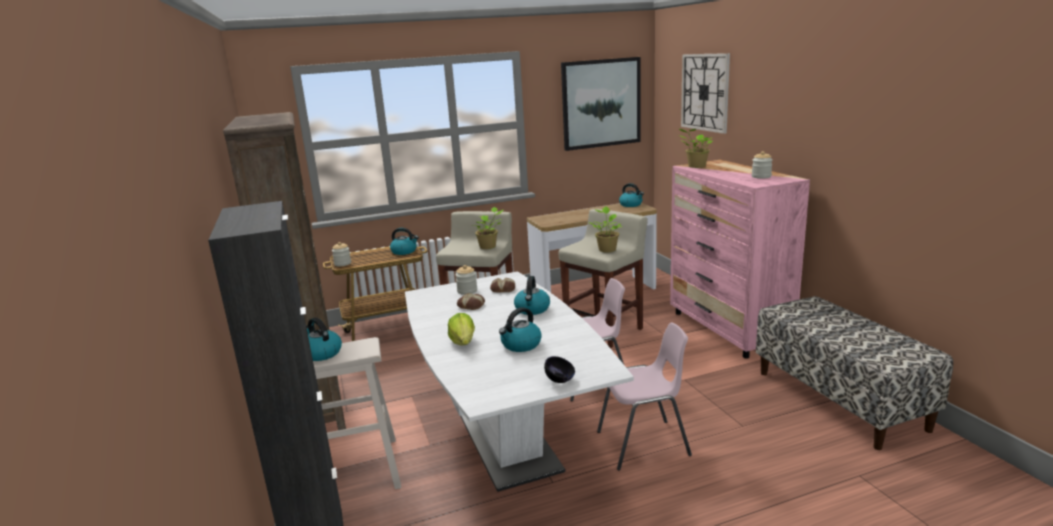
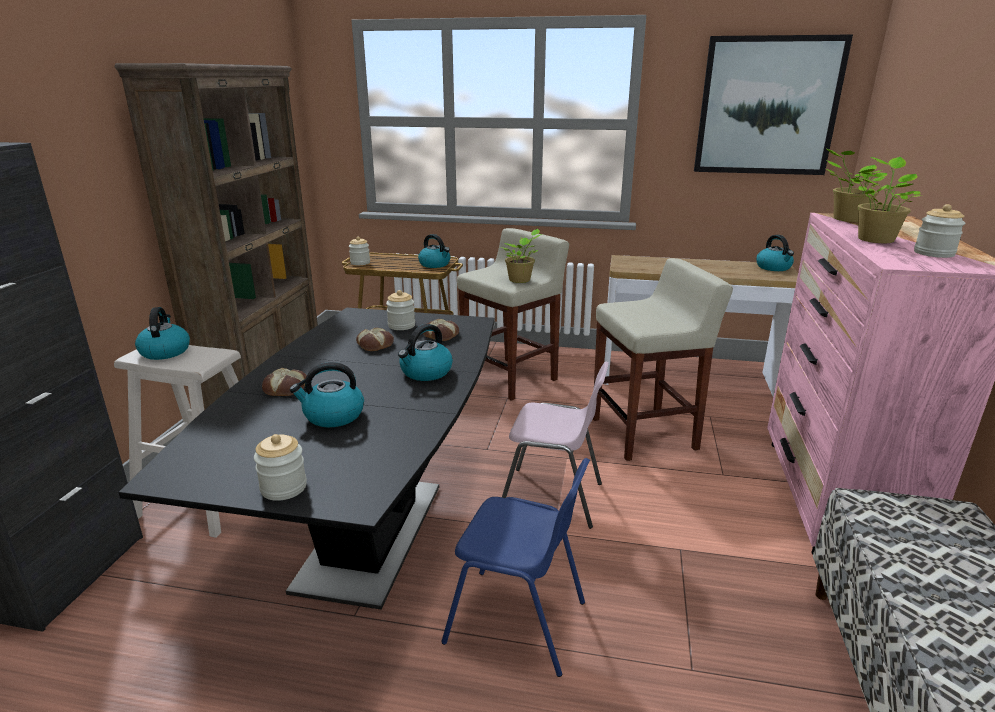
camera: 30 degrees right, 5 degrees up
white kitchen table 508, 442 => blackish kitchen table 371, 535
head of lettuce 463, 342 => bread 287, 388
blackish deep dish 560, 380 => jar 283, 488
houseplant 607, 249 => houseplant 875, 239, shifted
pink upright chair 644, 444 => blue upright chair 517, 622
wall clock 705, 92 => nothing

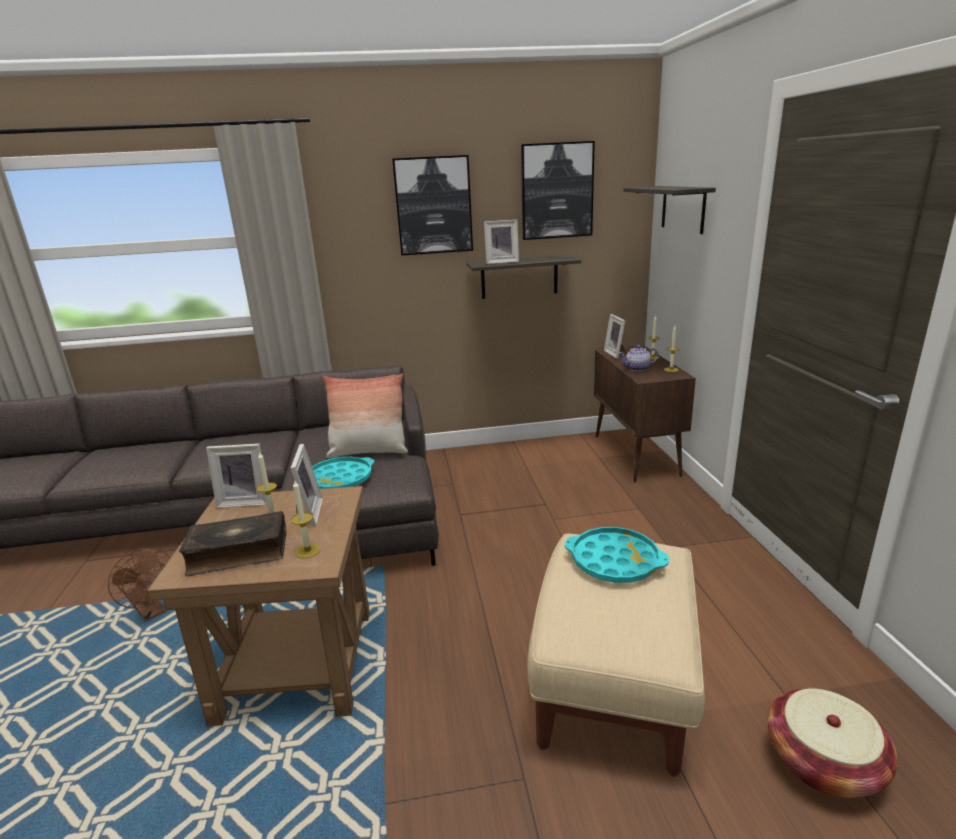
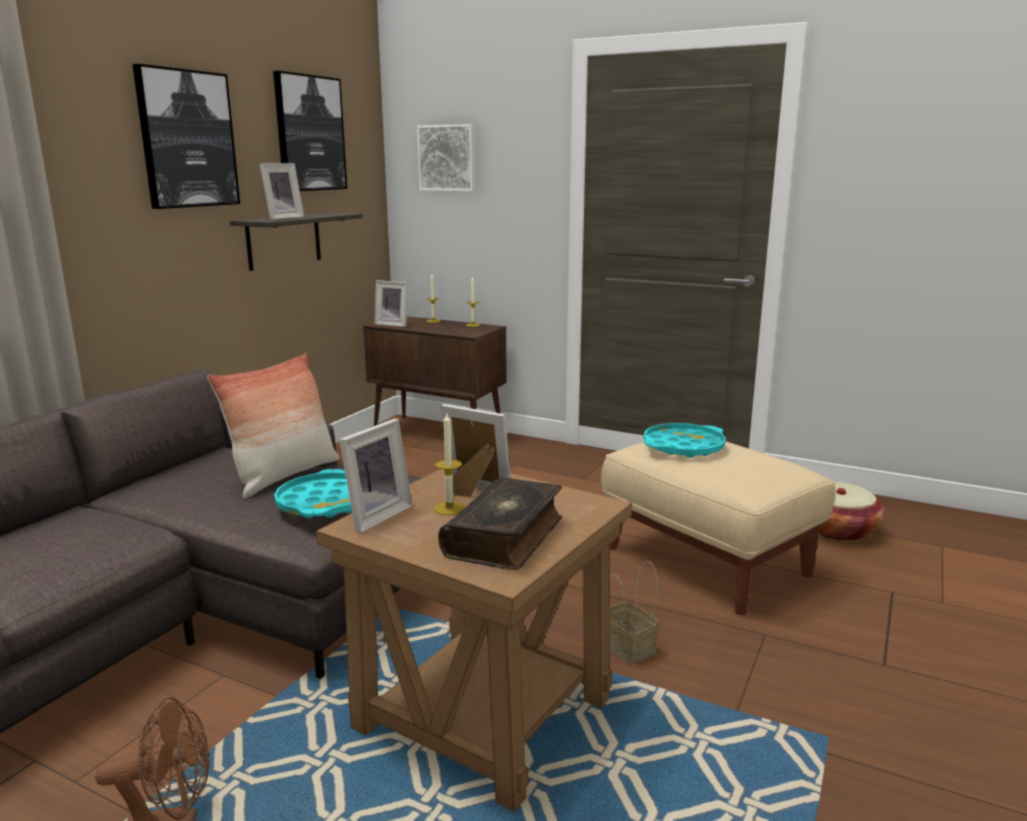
camera: 55 degrees left, 5 degrees down
wax light 308, 551 => nothing
teapot 637, 369 => nothing
shelf 683, 208 => wall picture 448, 158
nothing => household basket 629, 648

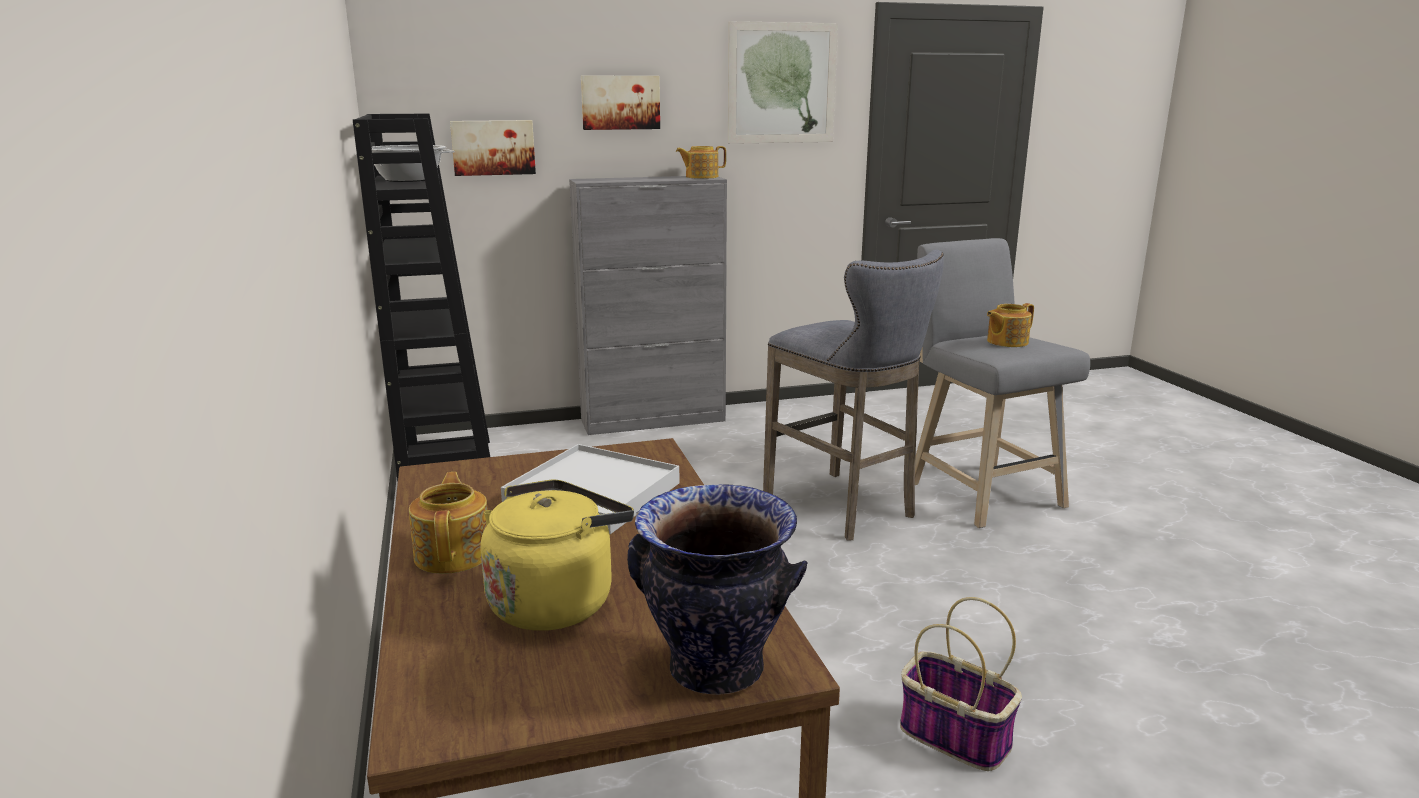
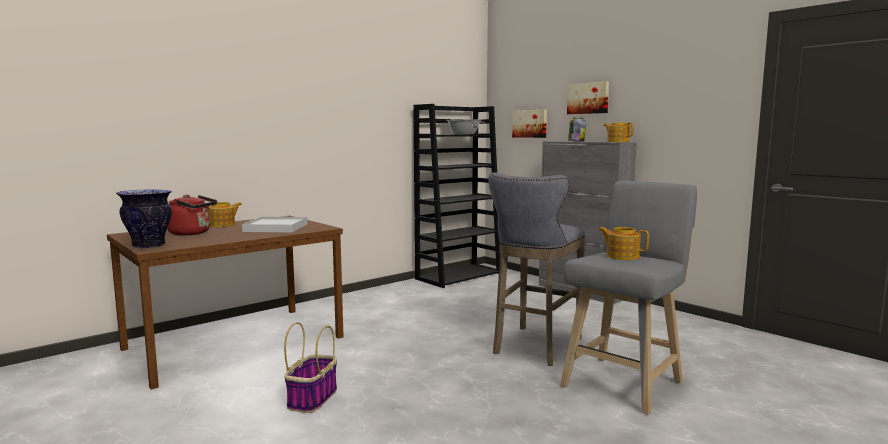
camera: 65 degrees right, 10 degrees down
yellow tea kettle 556, 601 => red tea kettle 192, 233
wall picture 782, 83 => nothing
nothing => jar 576, 141

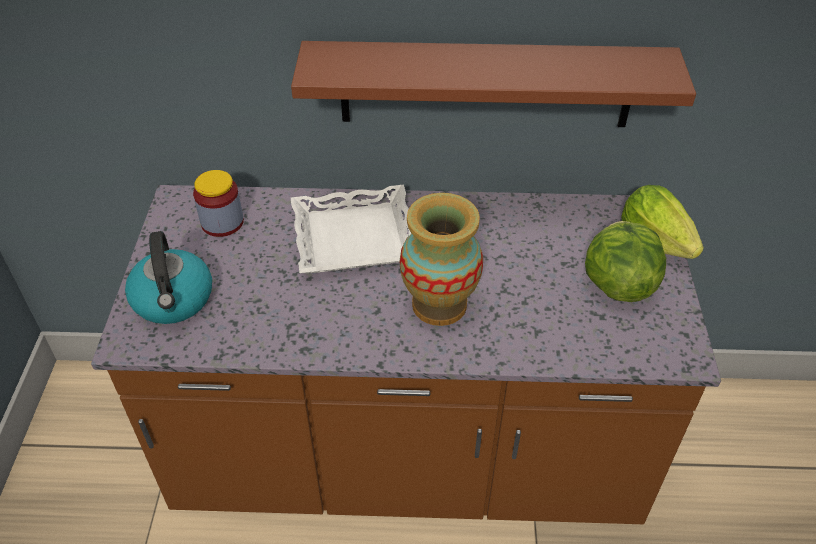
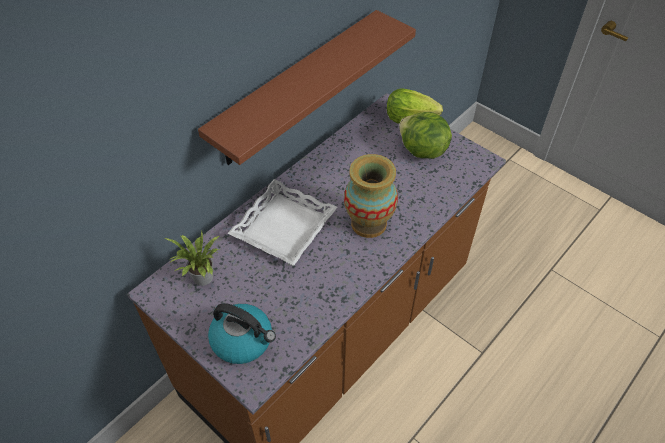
camera: 50 degrees left, 5 degrees up
jar 222, 222 => houseplant 202, 280

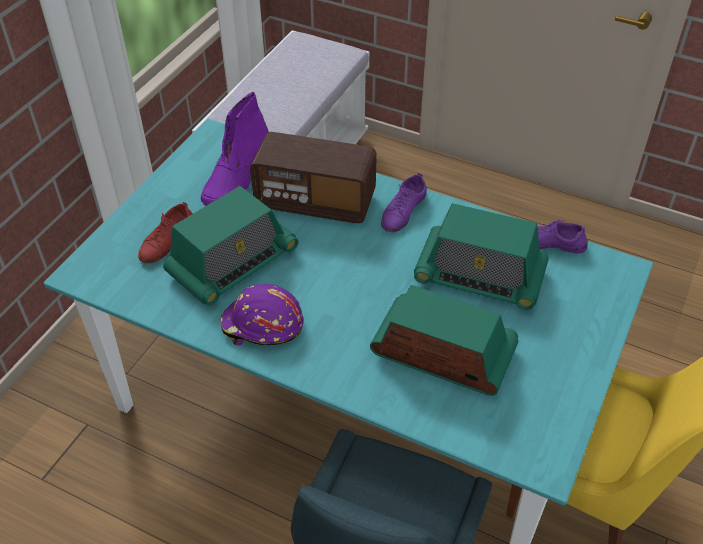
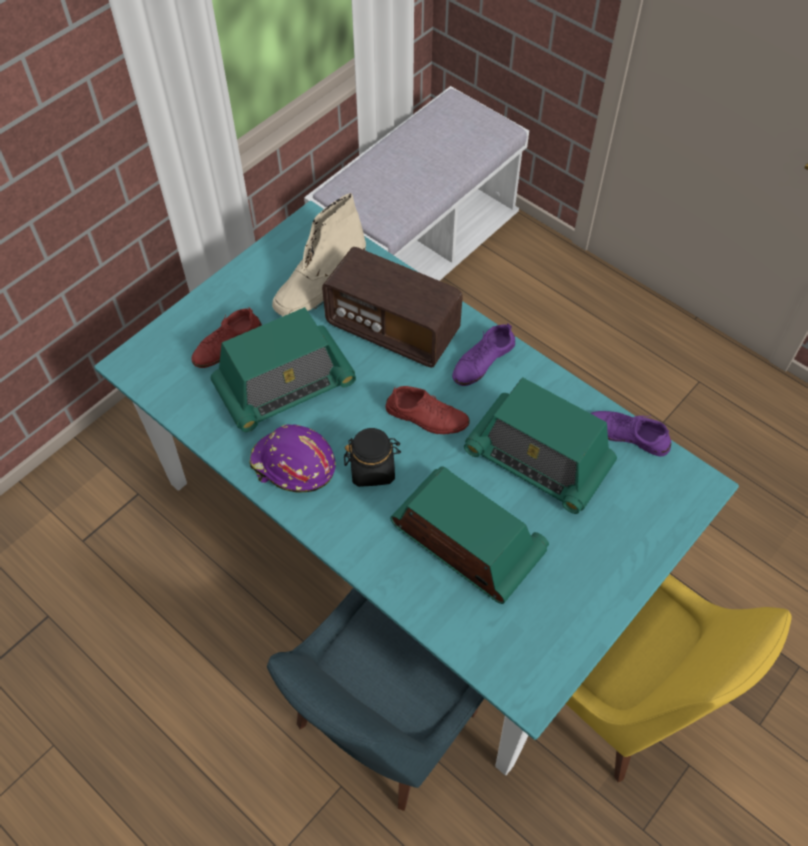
camera: 15 degrees right, 10 degrees up
purple high-top boot 237, 178 => sand-coloured high-top boot 320, 283
nothing => blackish jar 373, 469
nothing => red low shoe 426, 416

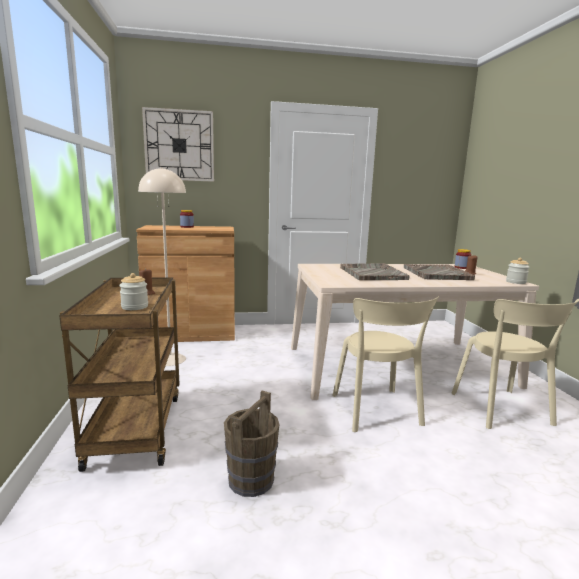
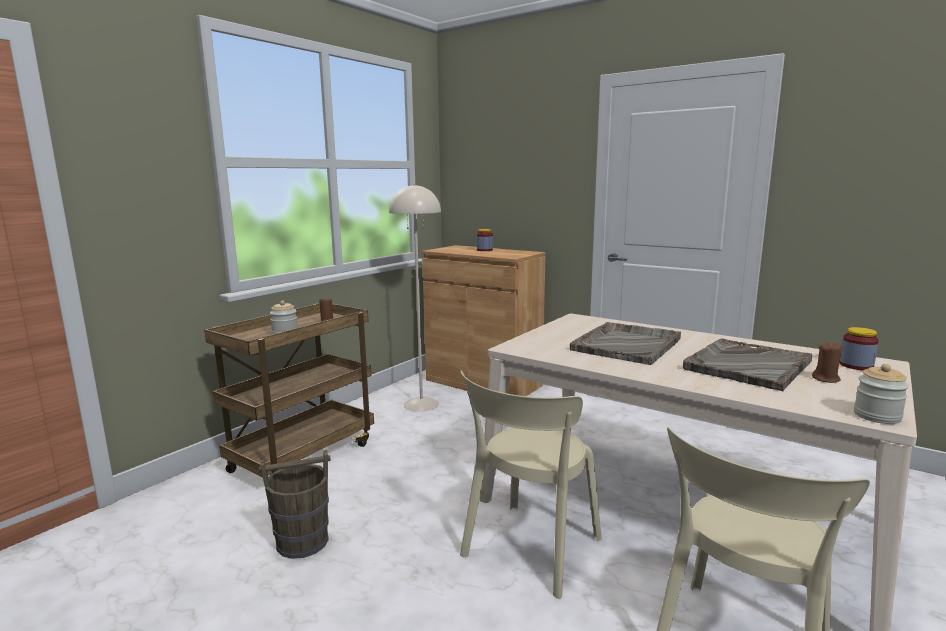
camera: 45 degrees right, 0 degrees up
wall clock 179, 145 => nothing

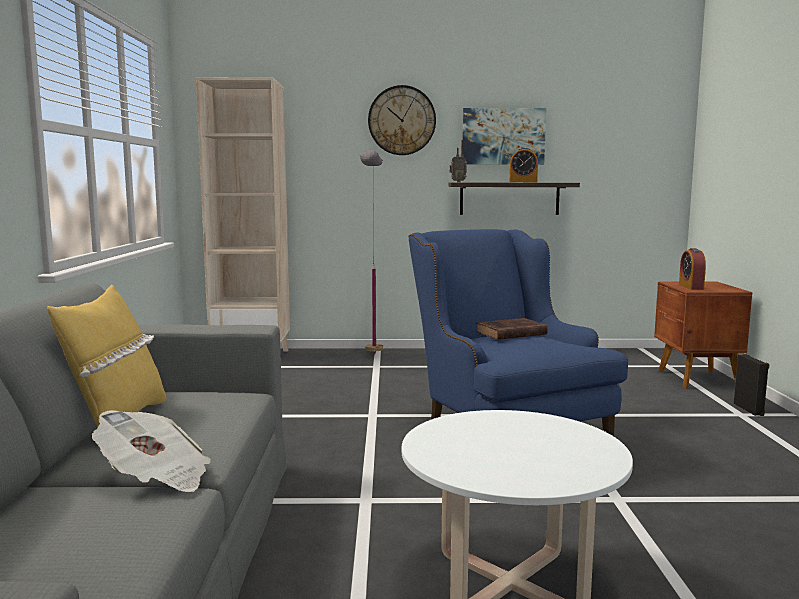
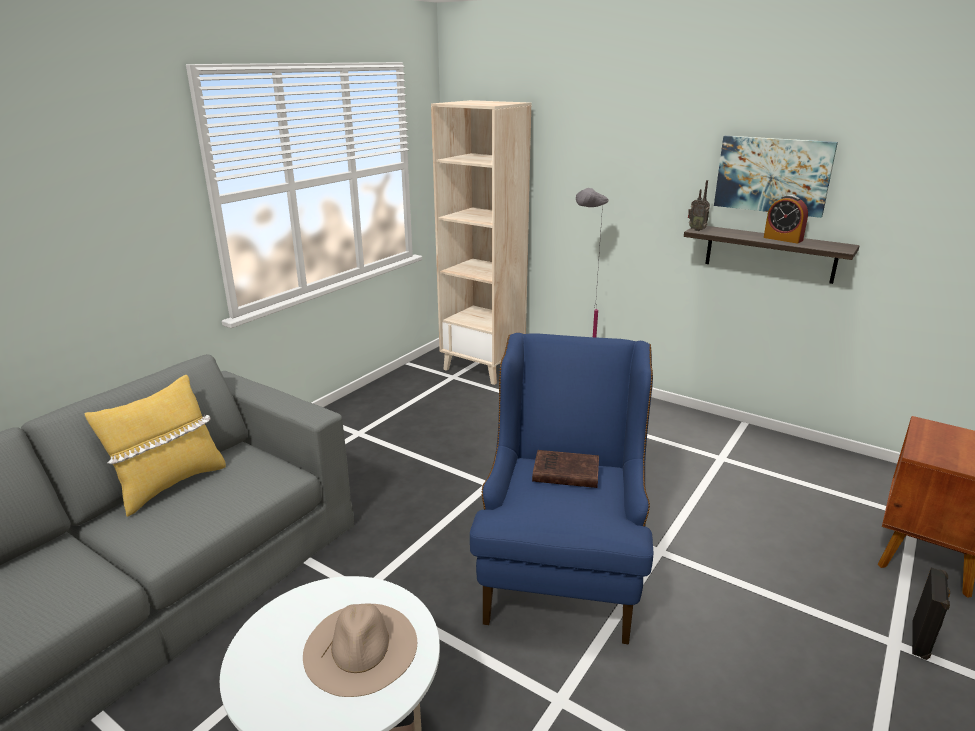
camera: 35 degrees right, 15 degrees up
newspaper 156, 478 => nothing
wall clock 402, 120 => nothing
alarm clock 691, 287 => nothing
nothing => sand-coloured clothing hat 361, 647

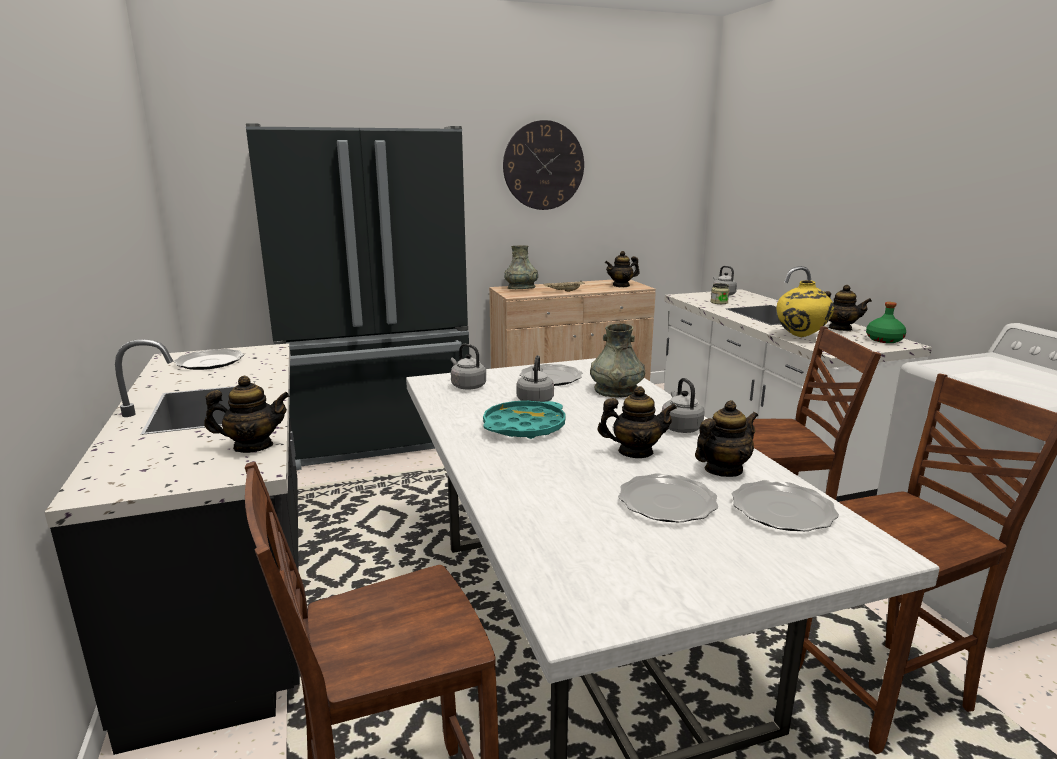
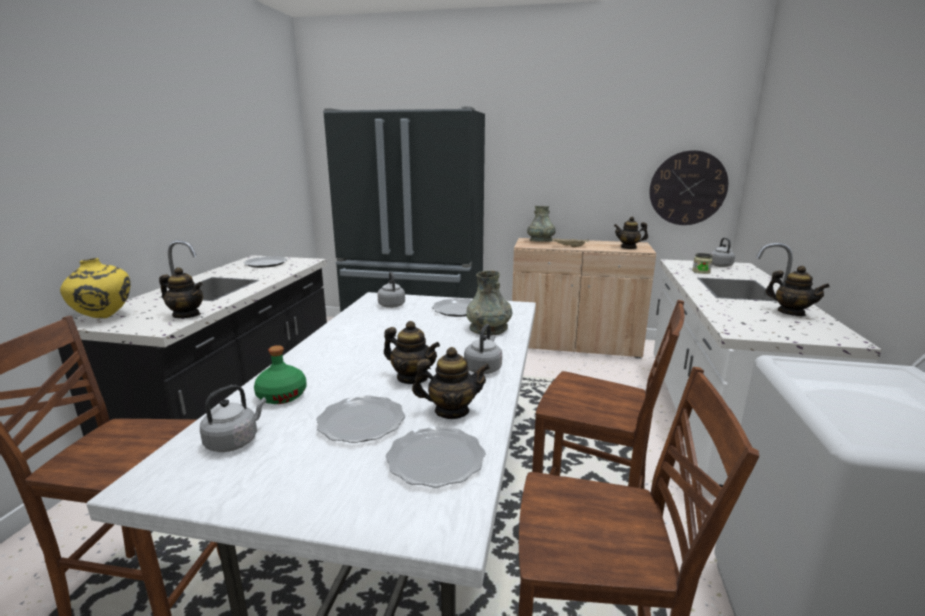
camera: 30 degrees right, 0 degrees up
blue-green carrying tray 524, 426 => nothing
wall clock 543, 165 => wall clock 687, 188, shifted
gray tea kettle 535, 400 => gray tea kettle 234, 441, shifted
yellow flower vase 801, 337 => yellow flower vase 104, 318, shifted
green bottle 883, 340 => green bottle 282, 396, shifted

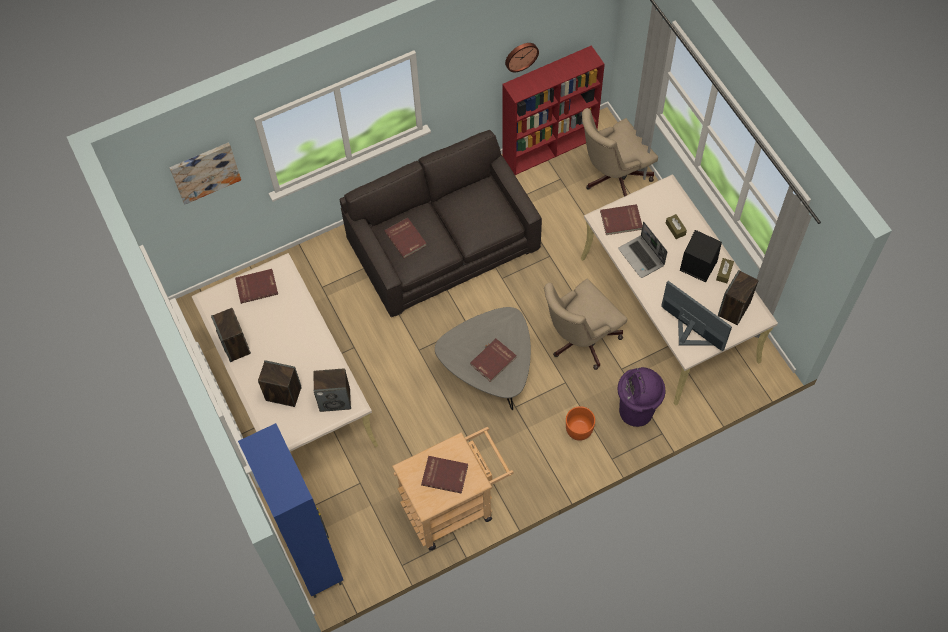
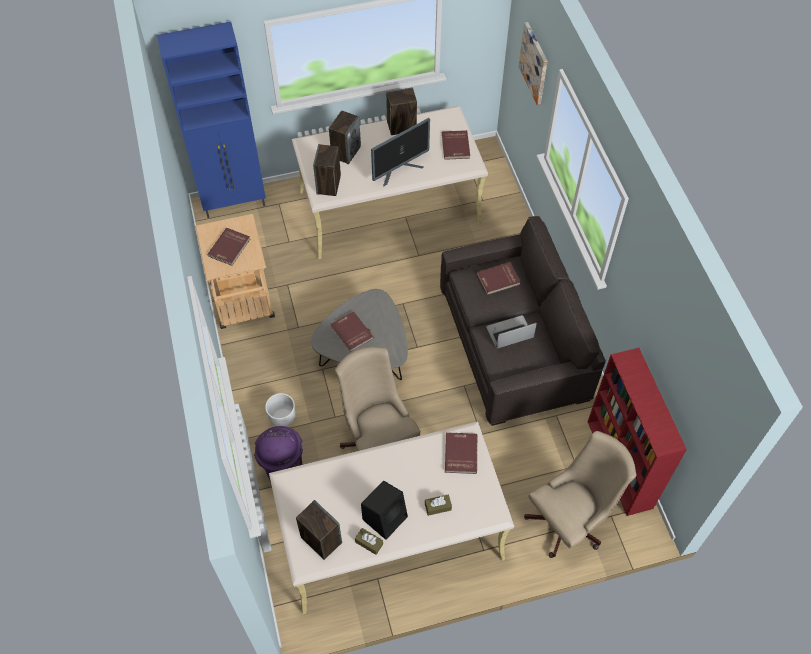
camera: 100 degrees right, 5 degrees down
wall clock 521, 56 => nothing
orangey flower pot 579, 430 => white flower pot 282, 417
sand-coloured computer chair 612, 177 => sand-coloured computer chair 570, 520, 75 degrees clockwise
laptop 642, 257 => laptop 509, 333, shifted
computer screen 689, 334 => computer screen 399, 170, shifted

